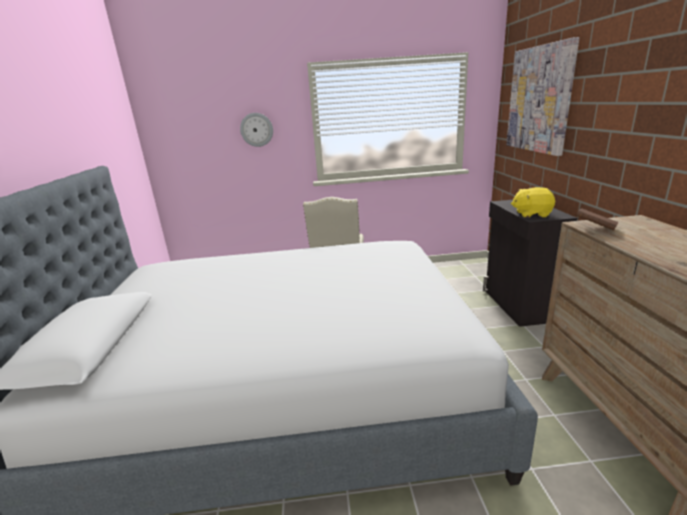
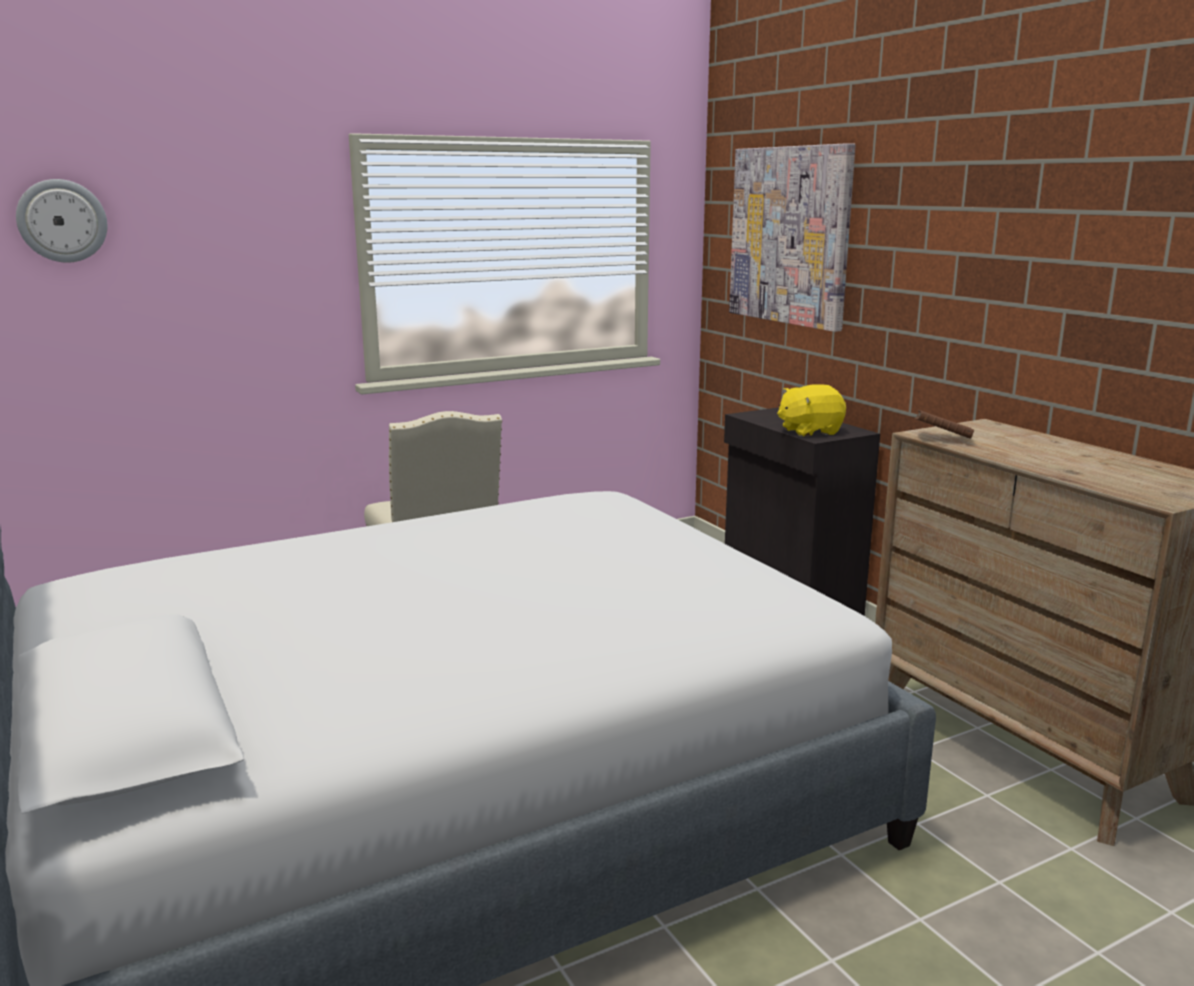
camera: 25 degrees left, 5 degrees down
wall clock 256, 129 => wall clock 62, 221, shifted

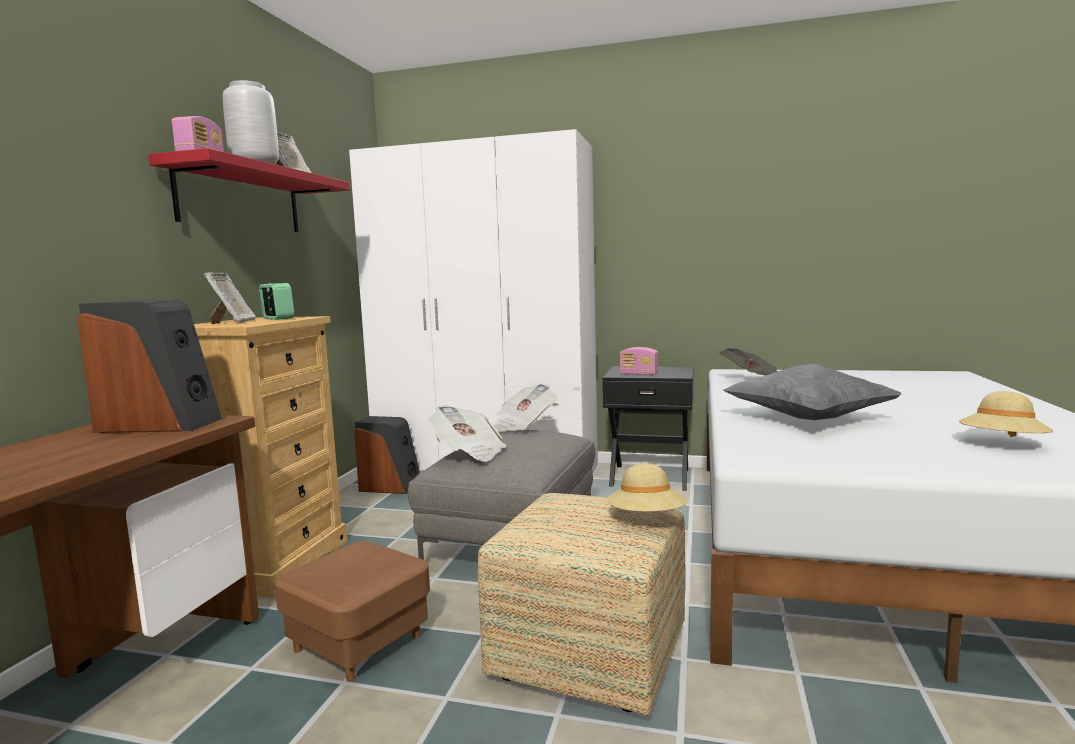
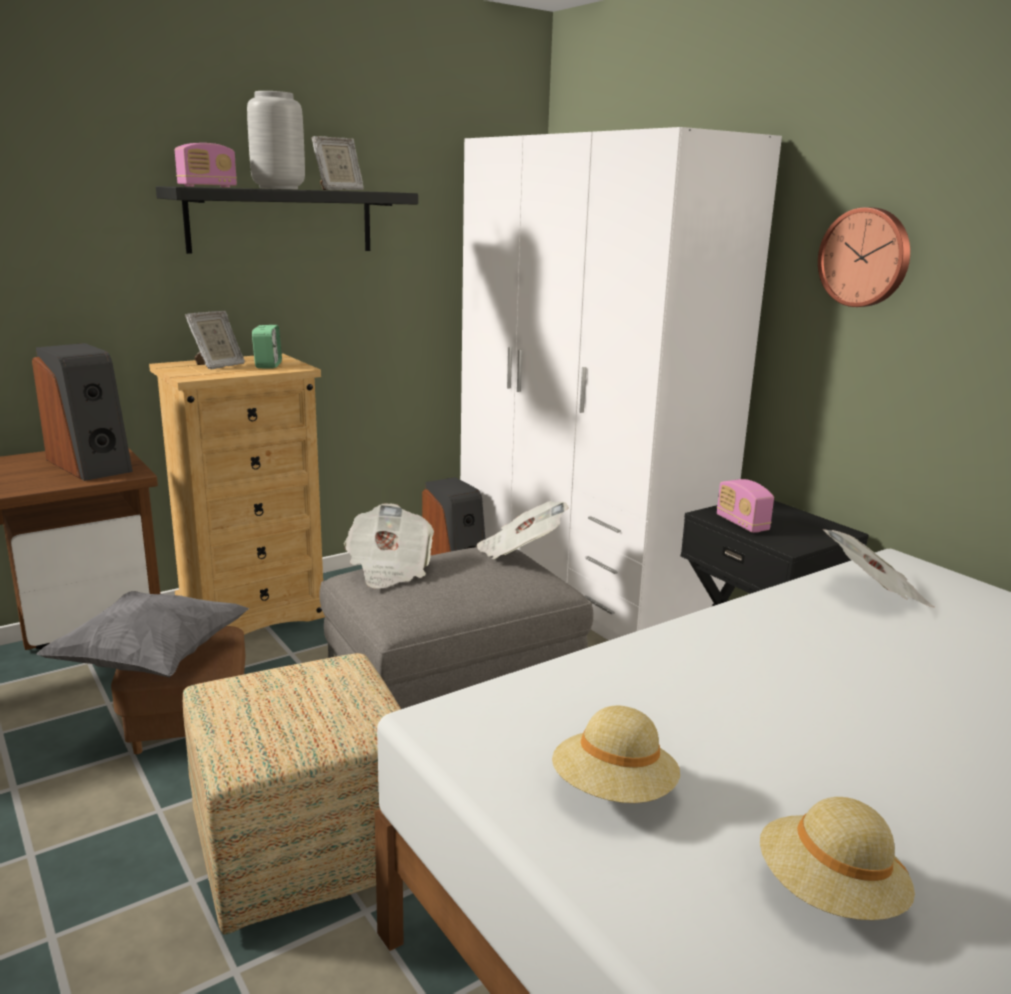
camera: 40 degrees right, 10 degrees up
red shelf 241, 200 => blackish shelf 281, 221
sand-coloured clothing hat 646, 519 => sand-coloured clothing hat 614, 792, shifted
gray cushion 807, 419 => gray cushion 151, 660, shifted
nothing => wall clock 865, 257

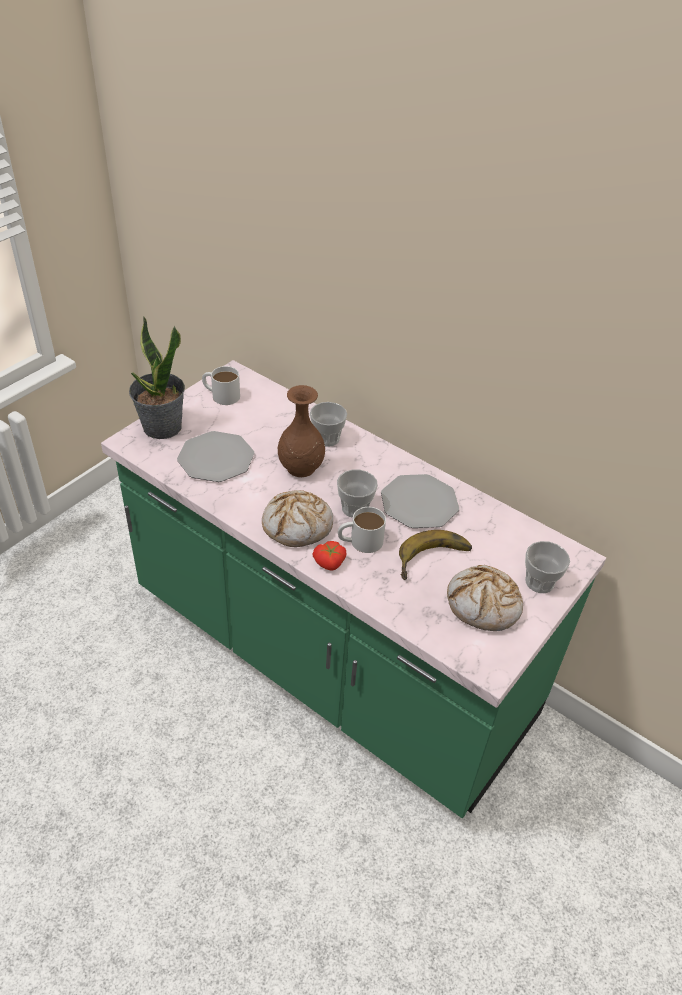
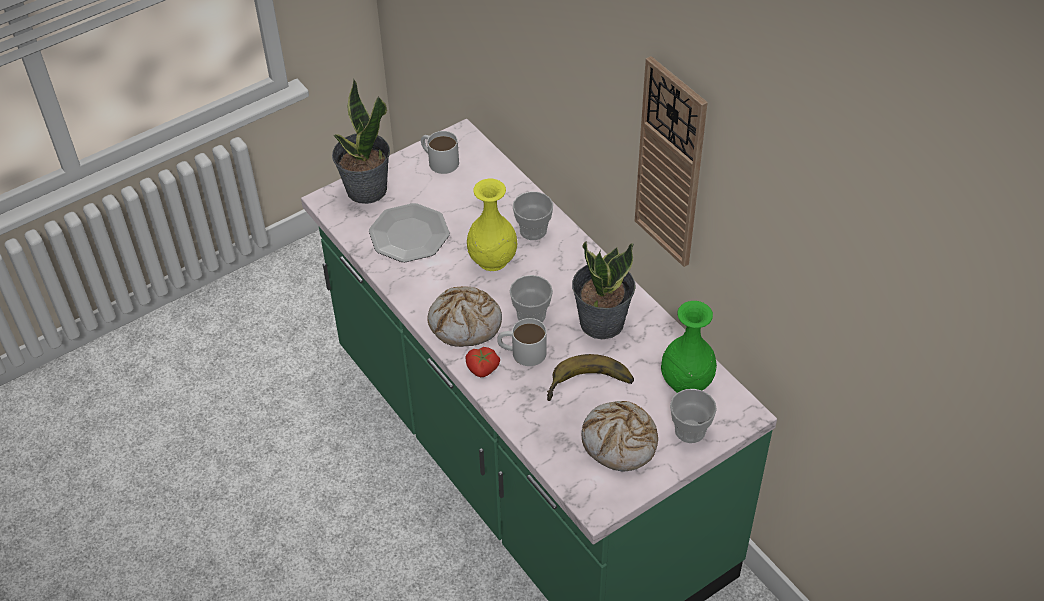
camera: 20 degrees right, 5 degrees up
brown-coloured flower vase 300, 467 => yellow flower vase 492, 259
dinner plate 419, 503 => houseplant 601, 321
nothing => wall clock 671, 164
nothing => green flower vase 686, 382

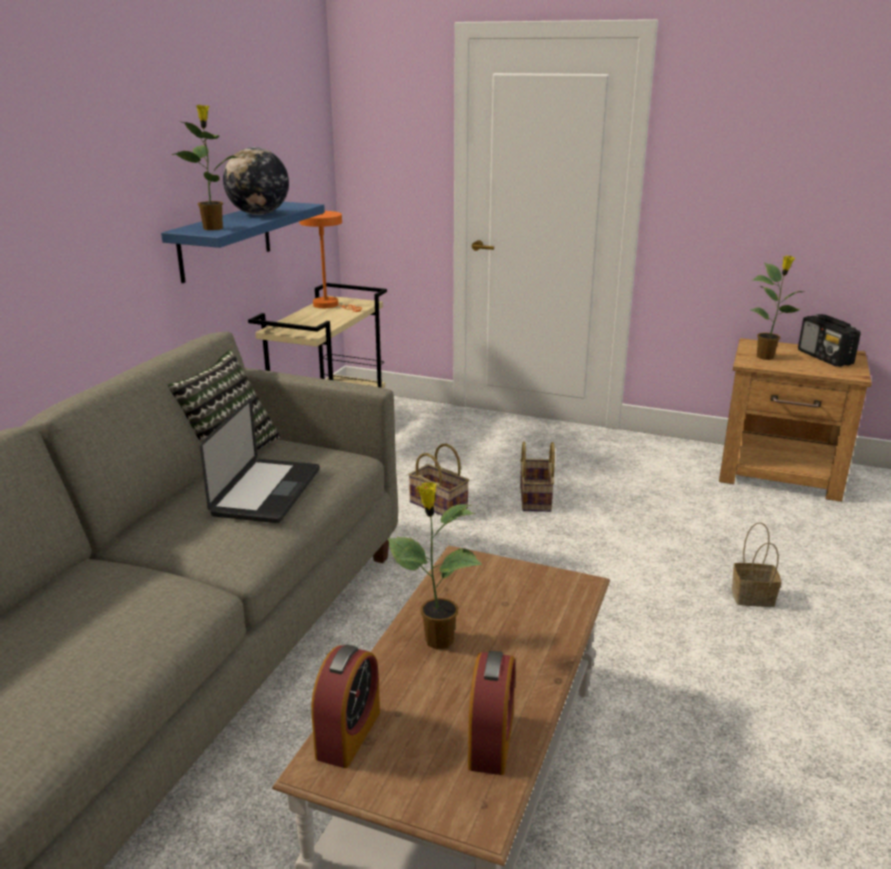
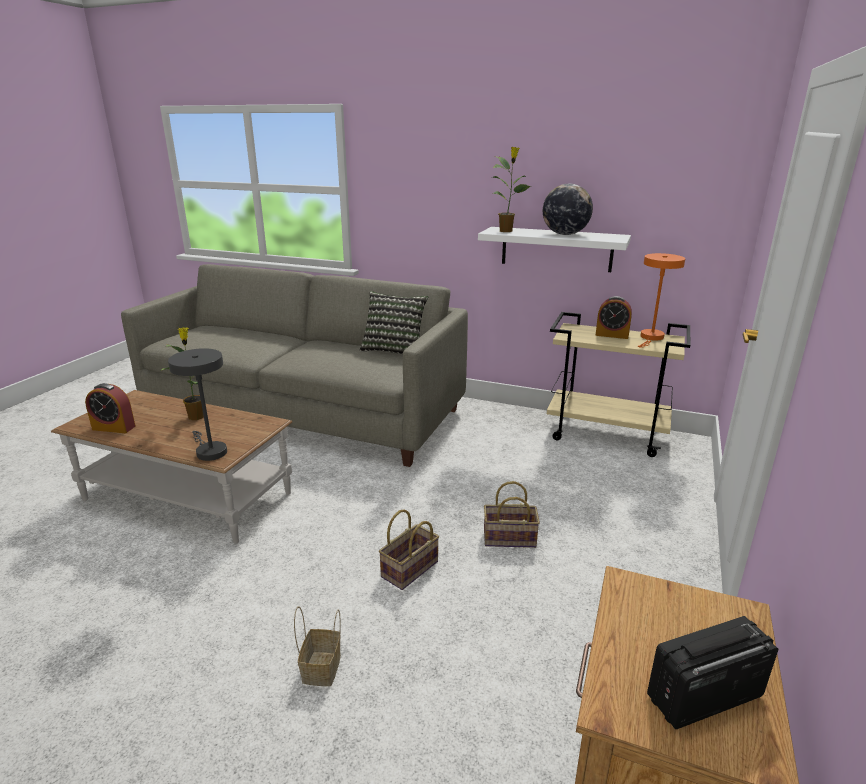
camera: 90 degrees right, 0 degrees up
blue shelf 225, 240 => white shelf 556, 249
laptop 267, 492 => nothing
alarm clock 348, 734 => alarm clock 612, 335, shifted
household basket 440, 505 => household basket 409, 570, shifted
houseplant 766, 357 => nothing
nothing => gray table lamp 209, 451

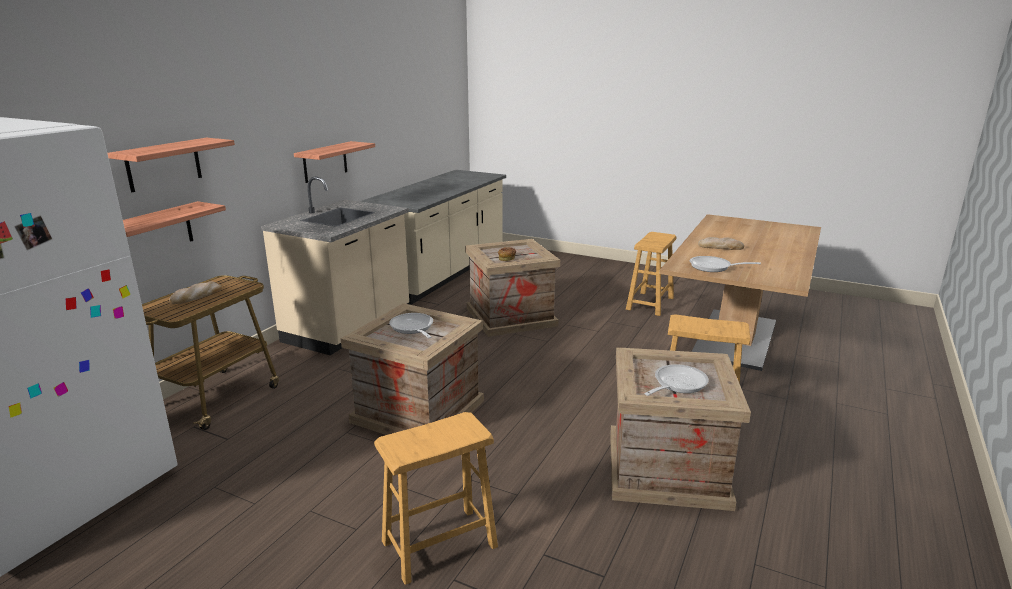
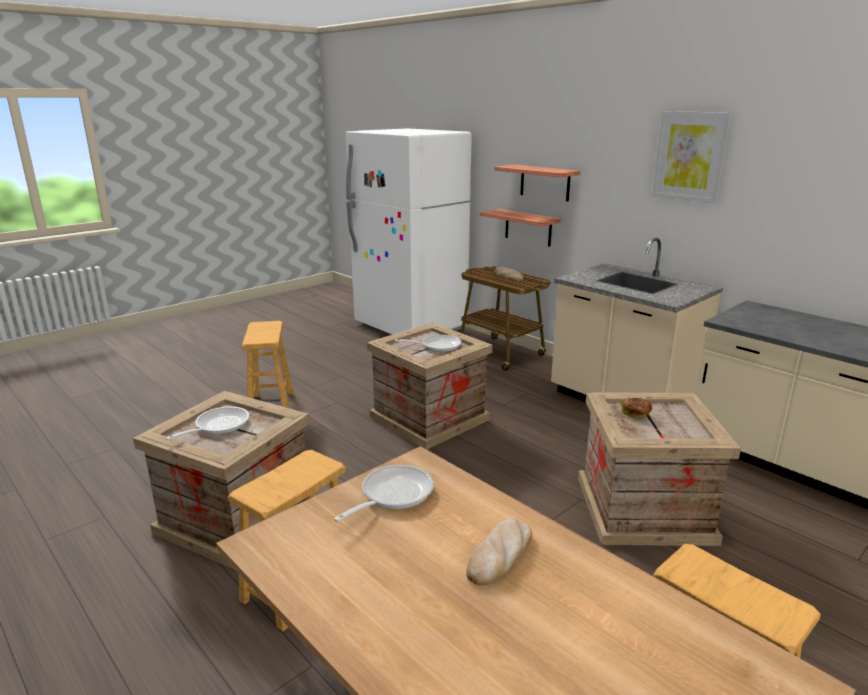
camera: 110 degrees right, 0 degrees up
shelf 325, 162 => nothing
skillet 677, 384 => skillet 218, 426, 120 degrees counterclockwise
nothing => wall picture 690, 156

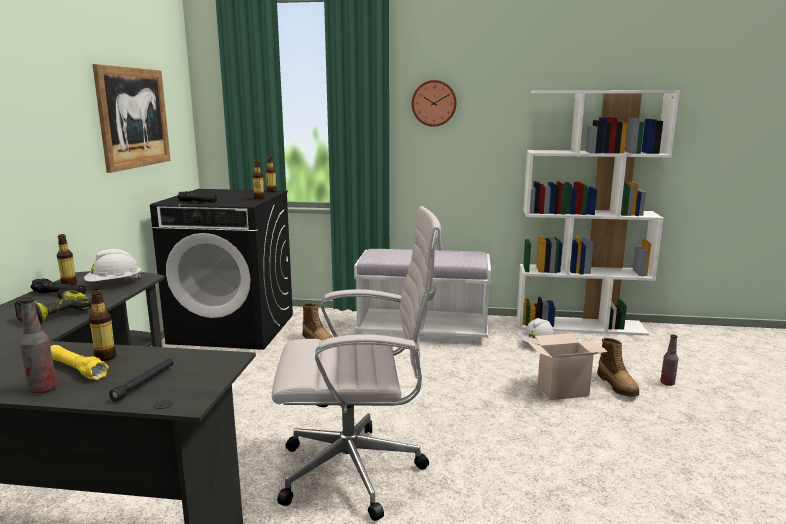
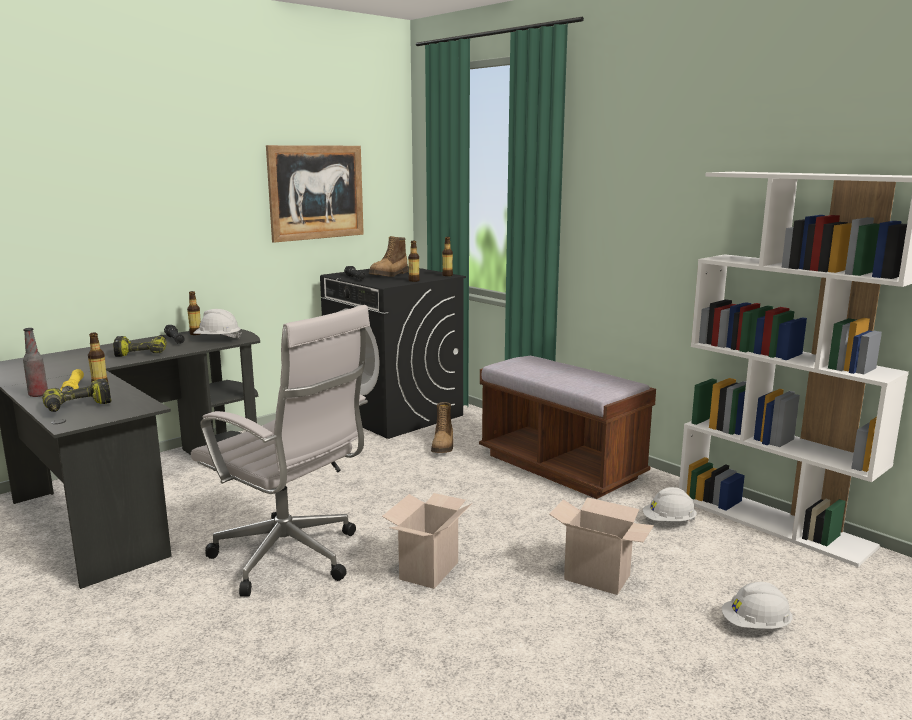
camera: 40 degrees right, 0 degrees up
blackish torch 144, 383 => power drill 78, 407
white bench 423, 330 => brown-coloured bench 560, 467
wall clock 434, 103 => nothing
high-top boot 618, 386 => high-top boot 389, 275, shifted
bottle 667, 383 => white safety helmet 755, 626
nothing => cardboard box 428, 569

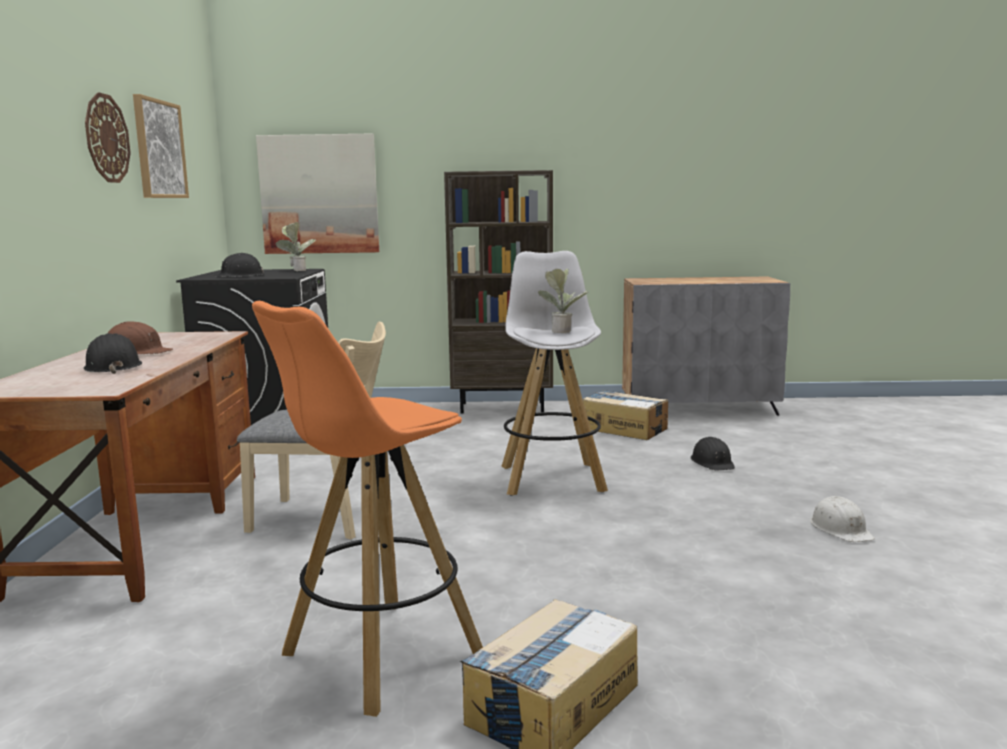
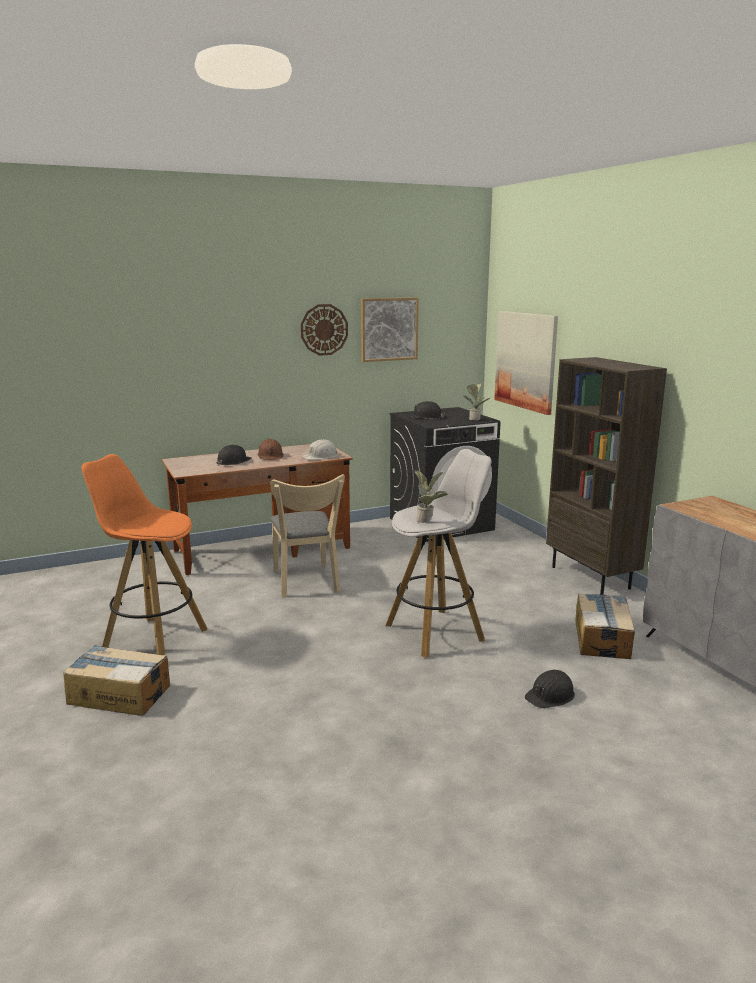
camera: 65 degrees right, 5 degrees up
white safety helmet 840, 529 => white safety helmet 321, 456, shifted

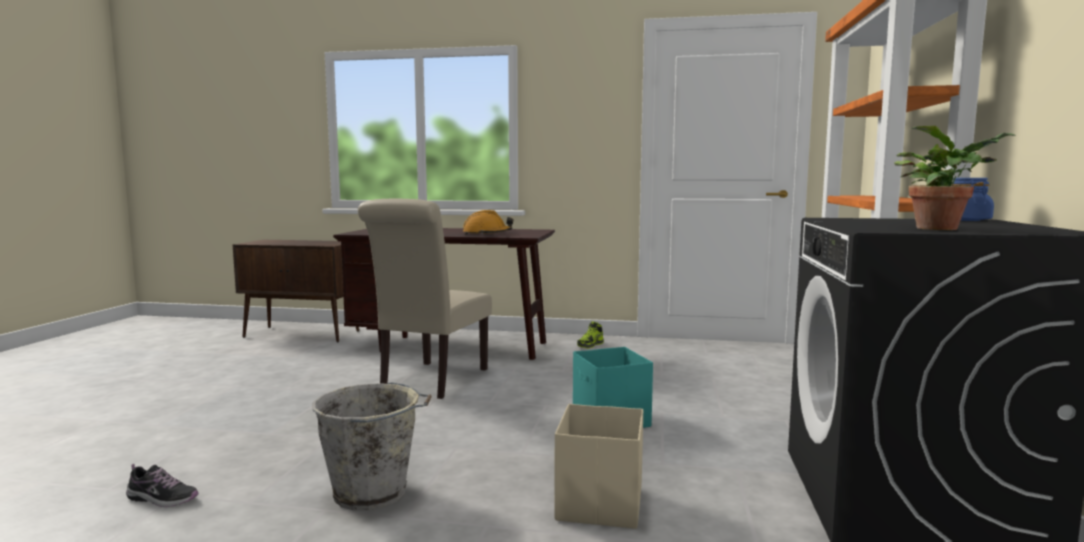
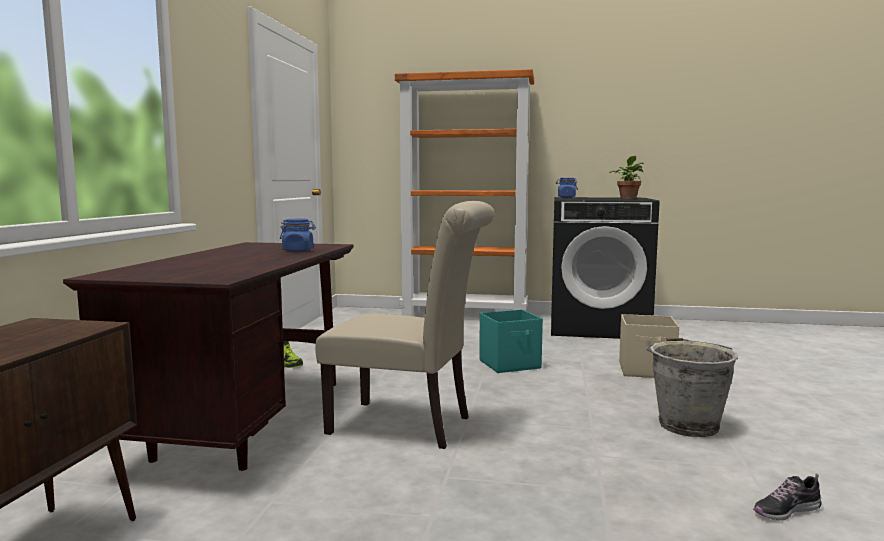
camera: 90 degrees left, 0 degrees up
low shoe 162, 499 => low shoe 786, 510, 120 degrees counterclockwise
orangey safety helmet 487, 234 => blue jar 298, 250

